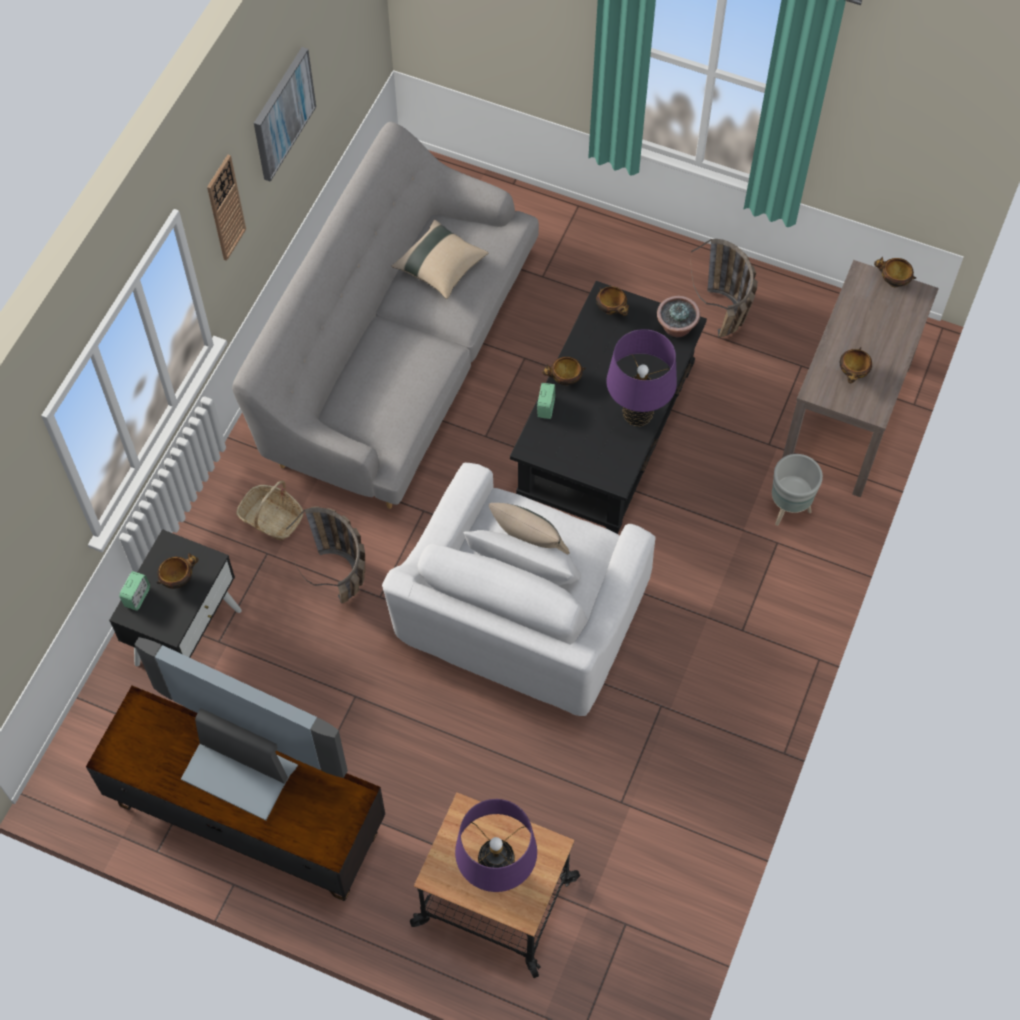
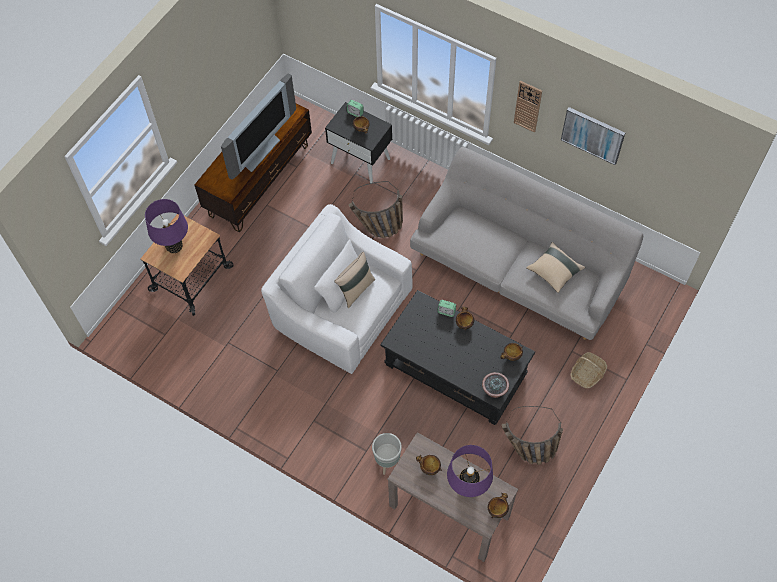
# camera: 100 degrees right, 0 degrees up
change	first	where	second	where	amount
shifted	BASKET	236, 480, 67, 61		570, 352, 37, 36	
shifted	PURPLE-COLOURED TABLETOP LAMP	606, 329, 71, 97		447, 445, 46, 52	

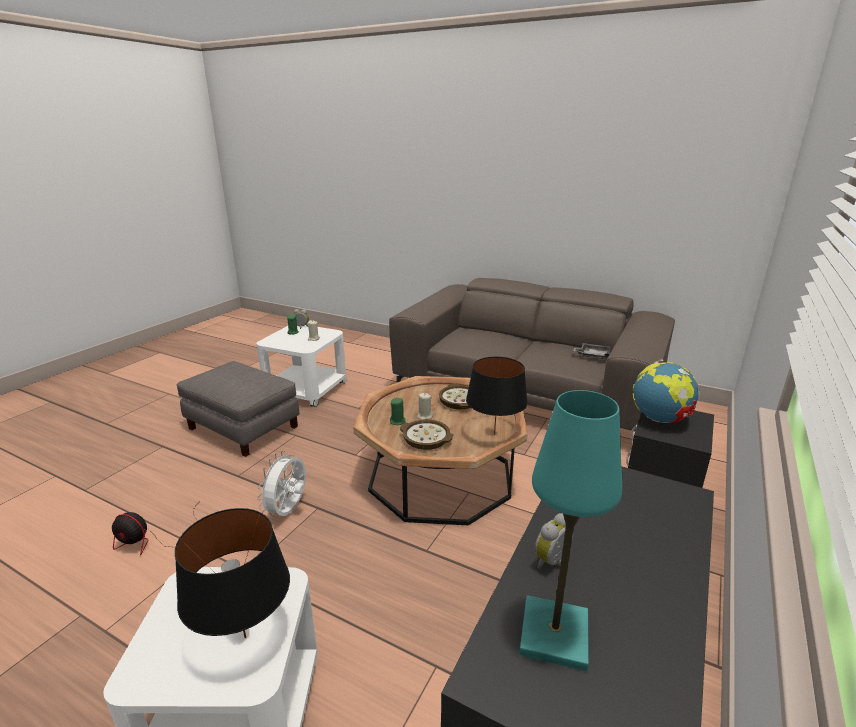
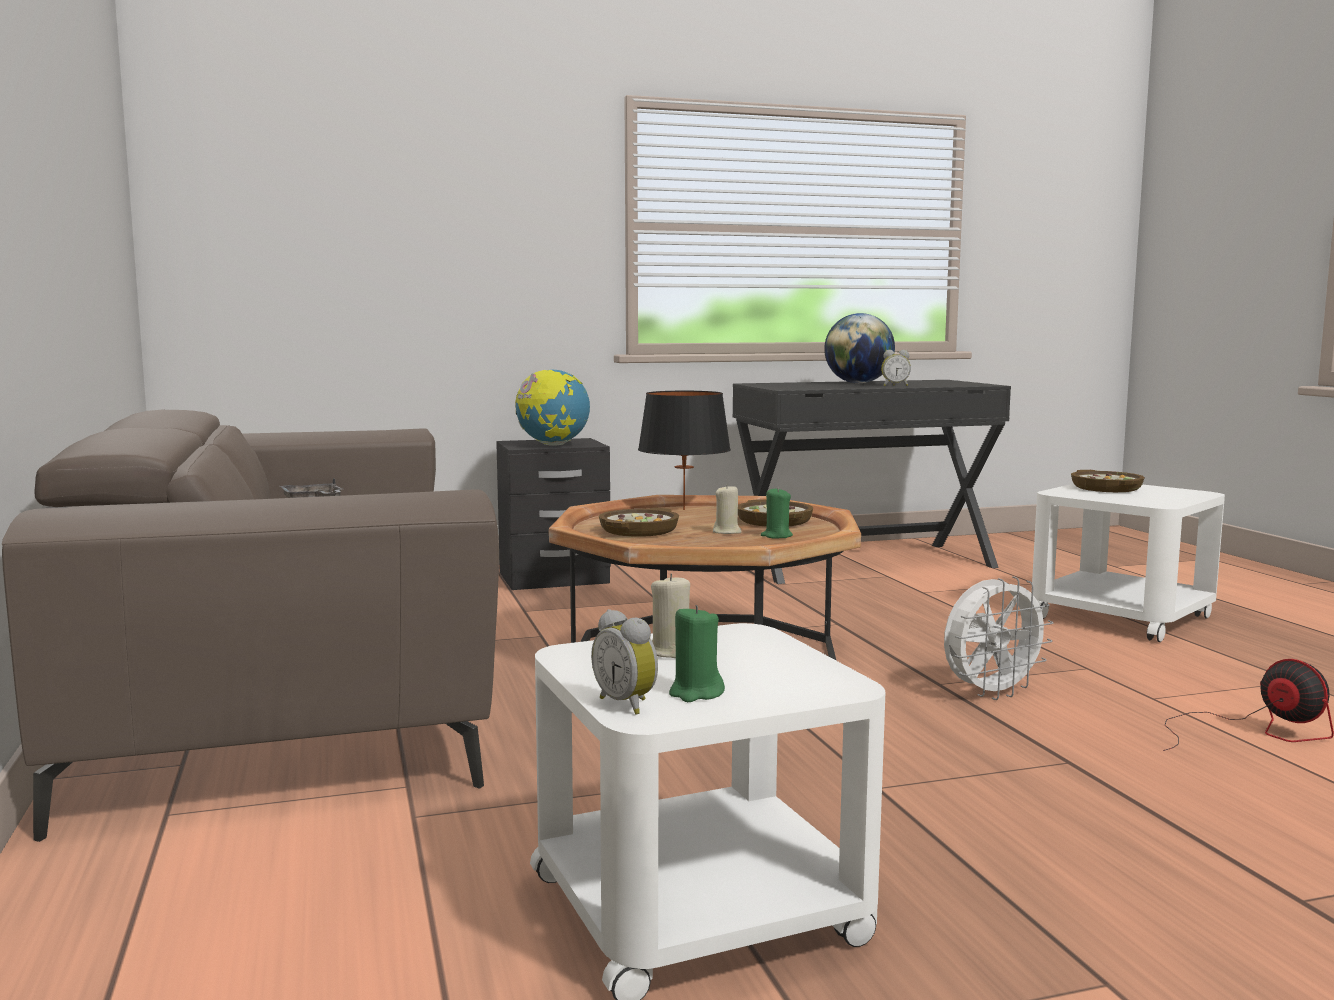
# camera: 135 degrees left, 15 degrees down
change	first	where	second	where	amount
gone	GREYISH POUFFE	176, 361, 123, 96			
gone	BLUE-GREEN TABLETOP LAMP	519, 390, 103, 281			
new			GLOBE	824, 313, 71, 70	
swapped	BLACKISH TABLETOP LAMP	175, 508, 115, 130	BOWL	1071, 470, 74, 22	

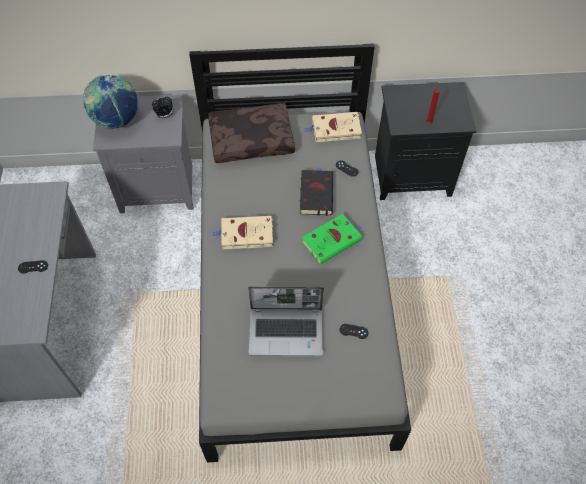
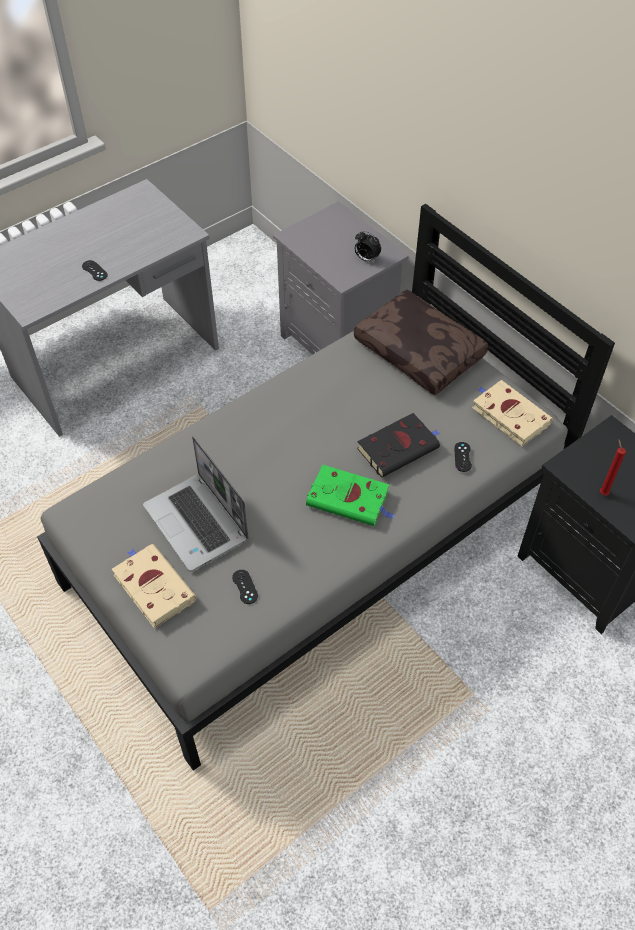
# camera: 55 degrees right, 5 degrees down
change	first	where	second	where	amount
gone	GLOBE	83, 75, 54, 55			
shifted	BEIGE BOUND BOOK	212, 216, 61, 34		112, 544, 85, 84	

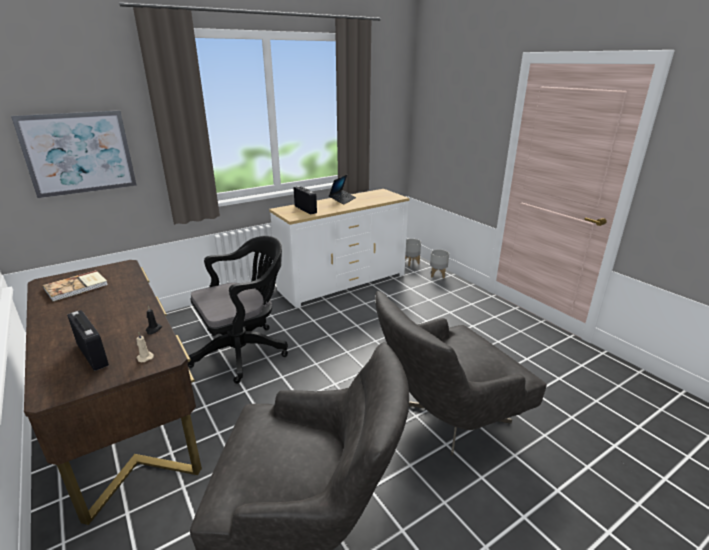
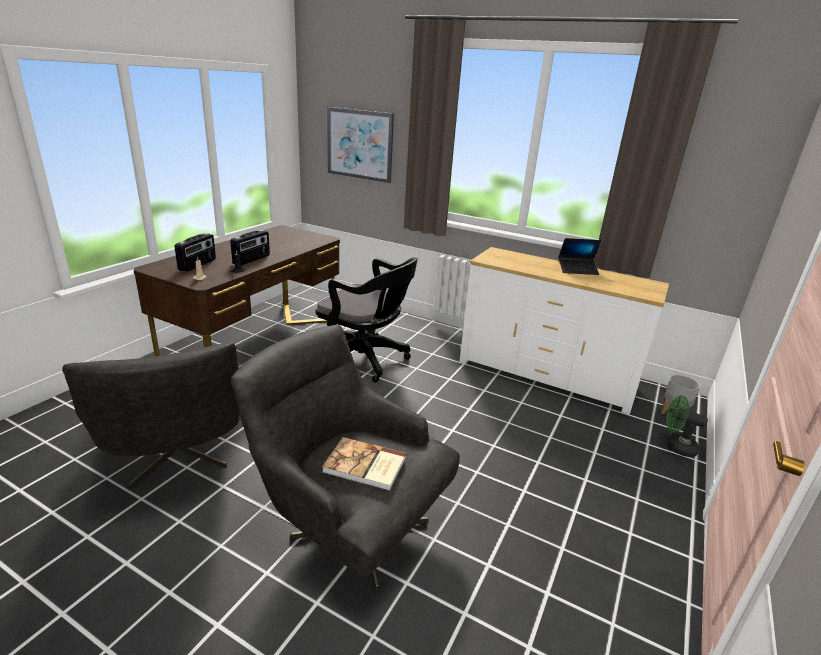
# camera: 60 degrees right, 0 degrees up
change	first	where	second	where	amount
shifted	BOUND BOOK	43, 270, 65, 31		322, 437, 85, 54	
shifted	RADIO RECEIVER	294, 186, 23, 28		230, 230, 40, 36	
swapped	GREYISH PLANTER	430, 249, 19, 30	GREENISH ELECTRIC FAN	666, 395, 42, 62	

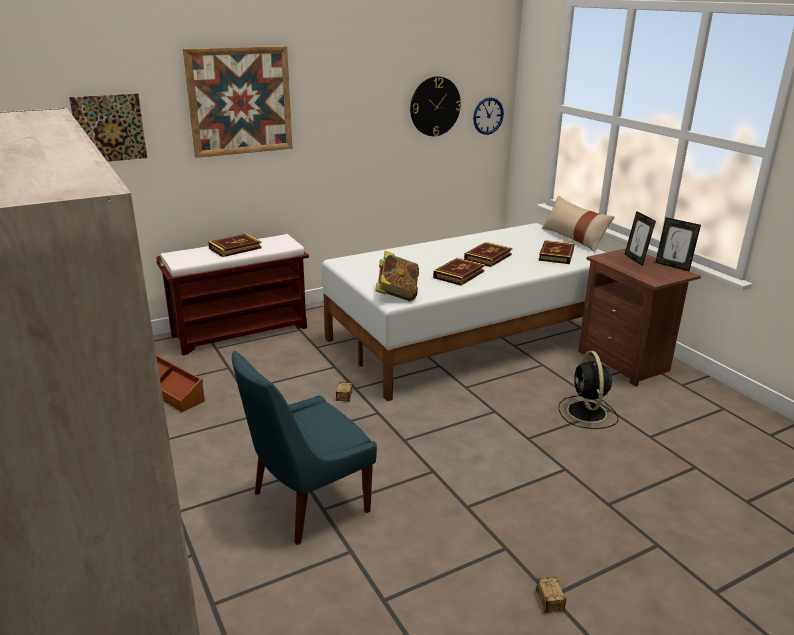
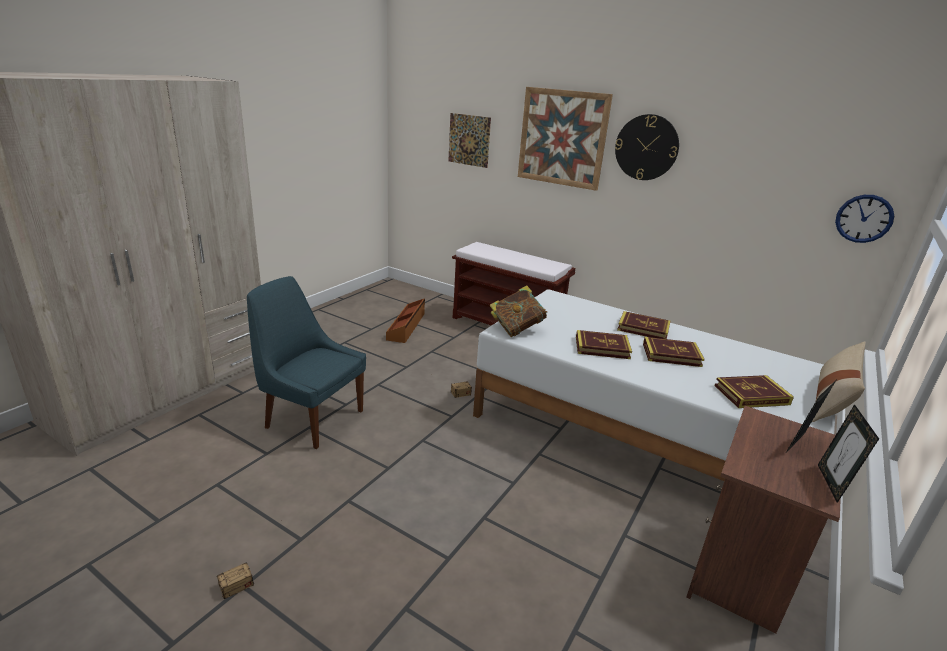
# camera: 60 degrees right, 0 degrees up
change	first	where	second	where	amount
gone	BLACKISH ELECTRIC FAN	559, 351, 59, 78			
shifted	BOUND BOOK	208, 234, 54, 23		617, 311, 54, 28	
shifted	HANGING CLOCK	410, 76, 51, 60		615, 114, 64, 66	

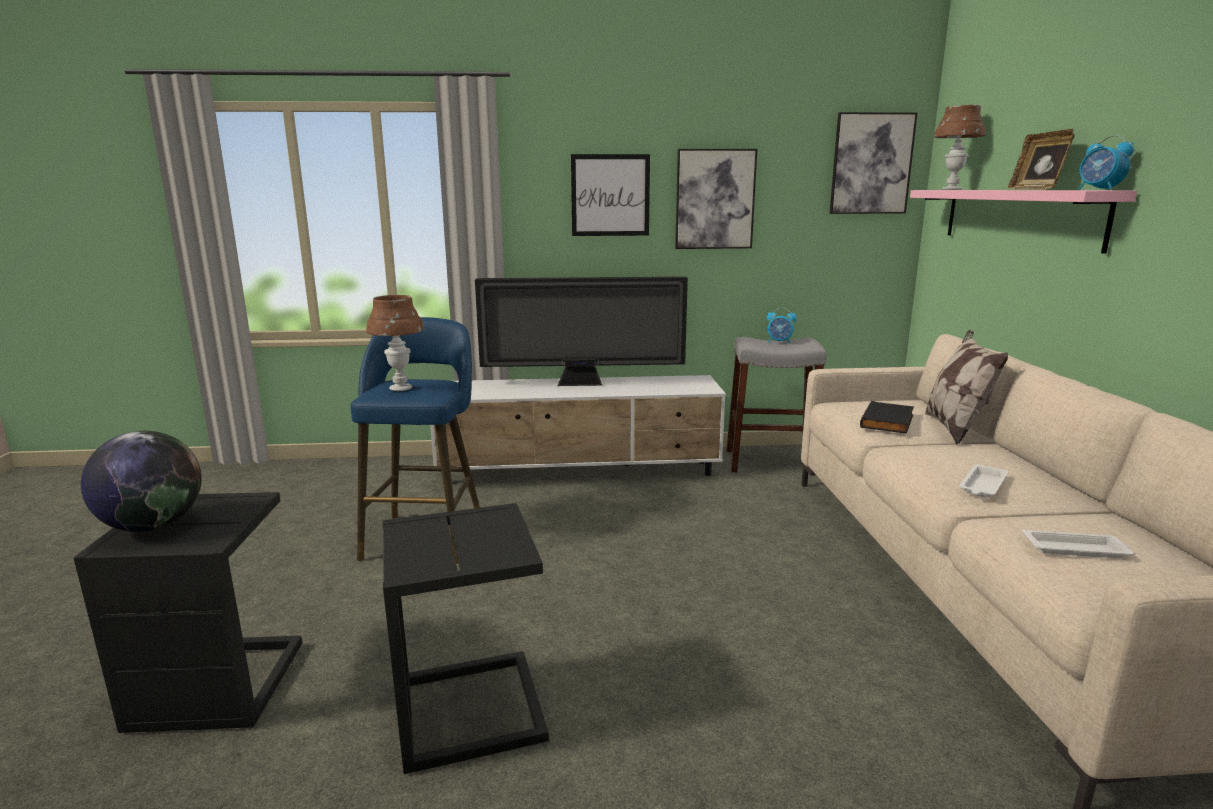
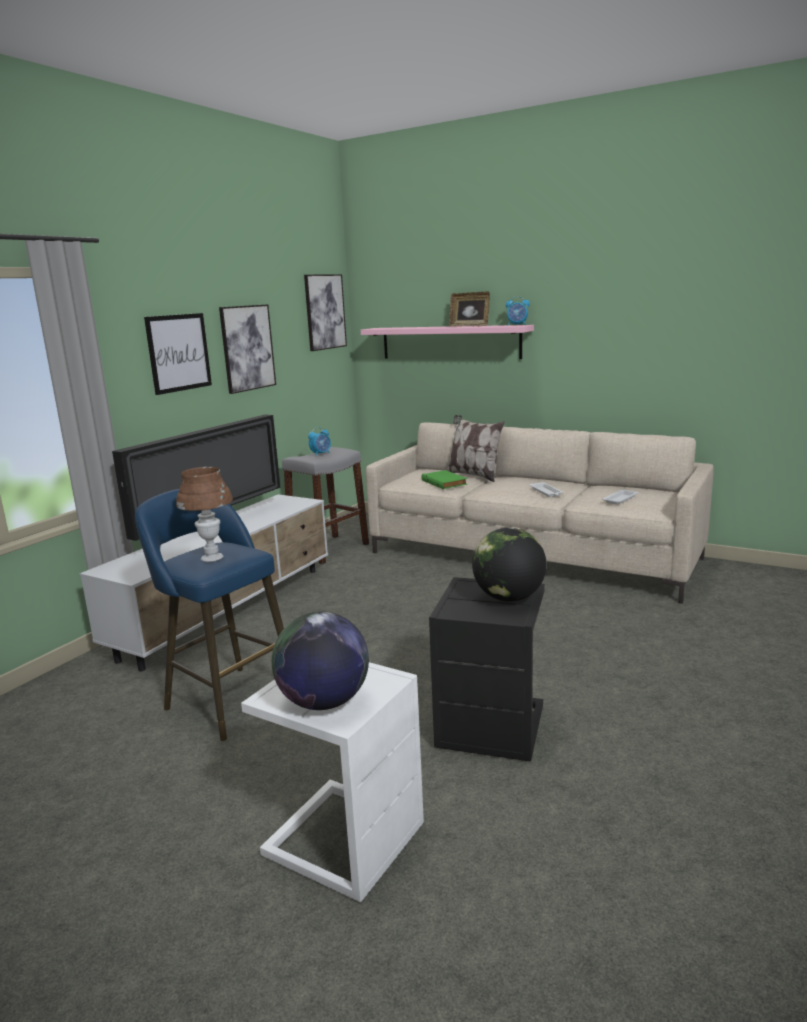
# camera: 55 degrees left, 0 degrees up
change	first	where	second	where	amount
gone	BROWNISH TABLETOP LAMP	934, 105, 52, 85			
new			GLOBE	472, 528, 75, 74	
repainted	BLACKISH END TABLE	74, 492, 228, 241	WHITISH END TABLE	241, 662, 183, 240	
repainted	BLACKISH BOUND BOOK	860, 401, 54, 33	GREENISH BOUND BOOK	422, 470, 45, 19	

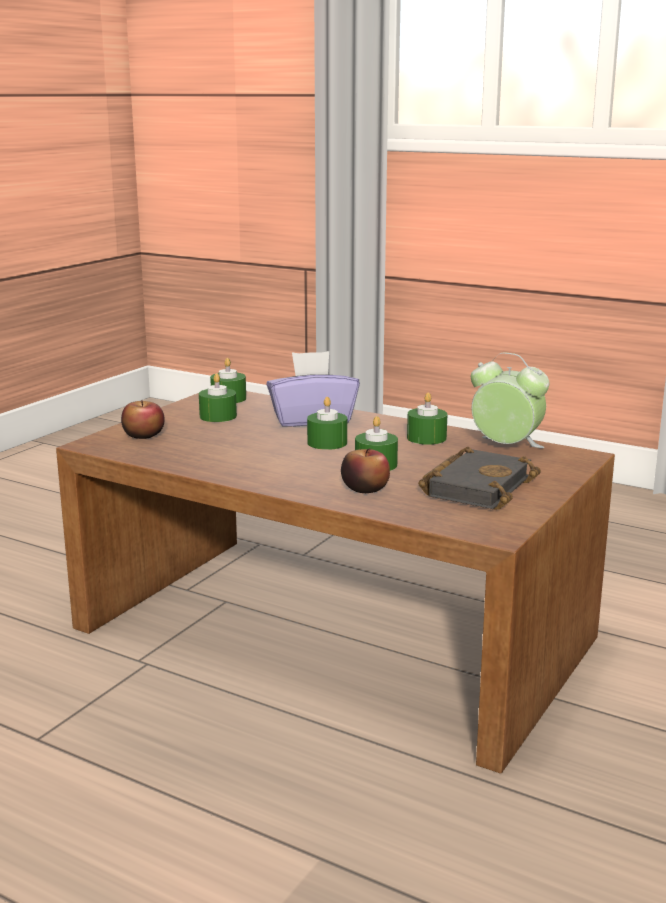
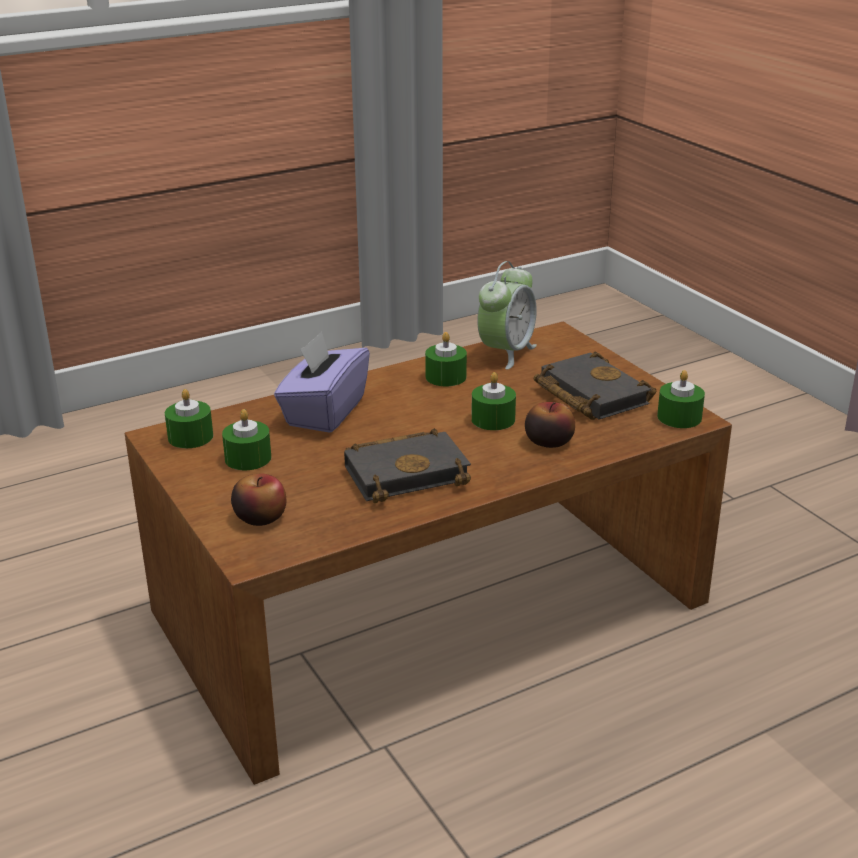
# camera: 60 degrees left, 10 degrees up
change	first	where	second	where	amount
new			BLACKISH BOUND BOOK	344, 428, 127, 75	
shifted	GREENISH WAX CANDLE	307, 397, 40, 53		657, 370, 48, 58	
rotated	BEDSIDE CLOCK	471, 353, 78, 95		477, 261, 60, 109	150 degrees clockwise

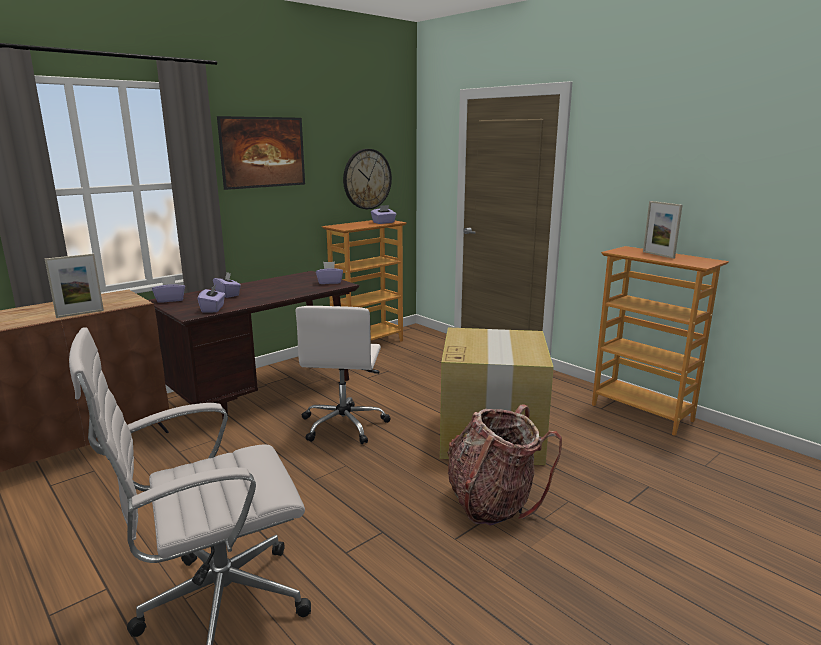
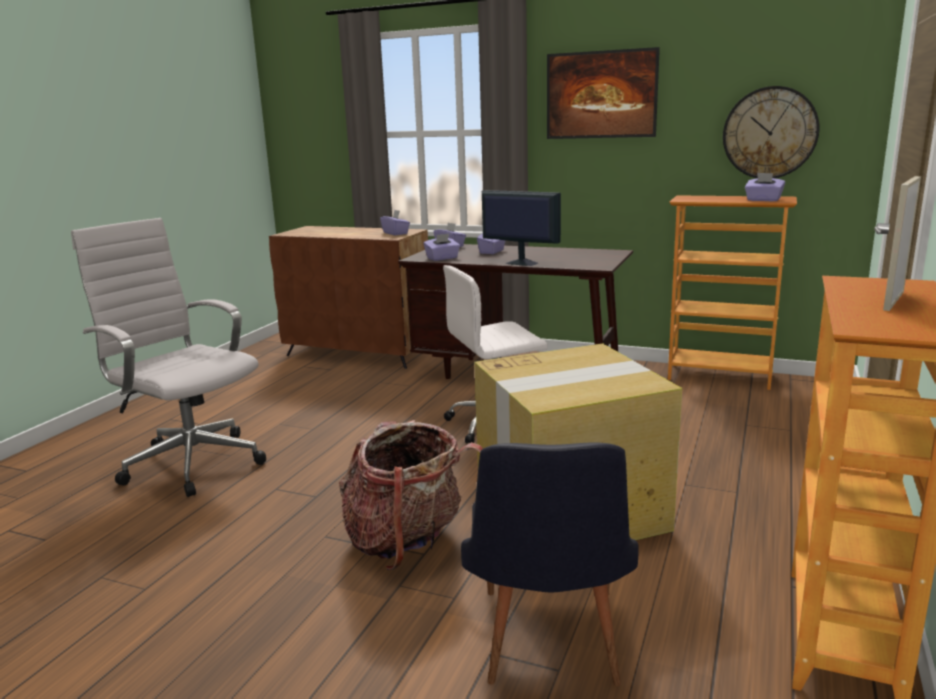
# camera: 65 degrees right, 0 degrees up
change	first	where	second	where	amount
gone	STANDING FRAME	45, 254, 59, 64			
new			BLACKISH CHAIR	461, 443, 178, 243	
new			COMPUTER DISPLAY	482, 190, 79, 76	
shifted	PURPLE-COLOURED TISSUE BOX	316, 262, 27, 22		380, 210, 30, 25	

